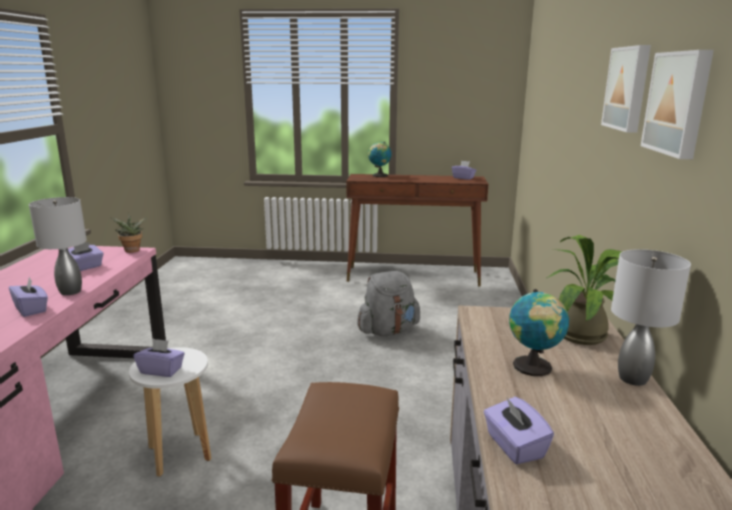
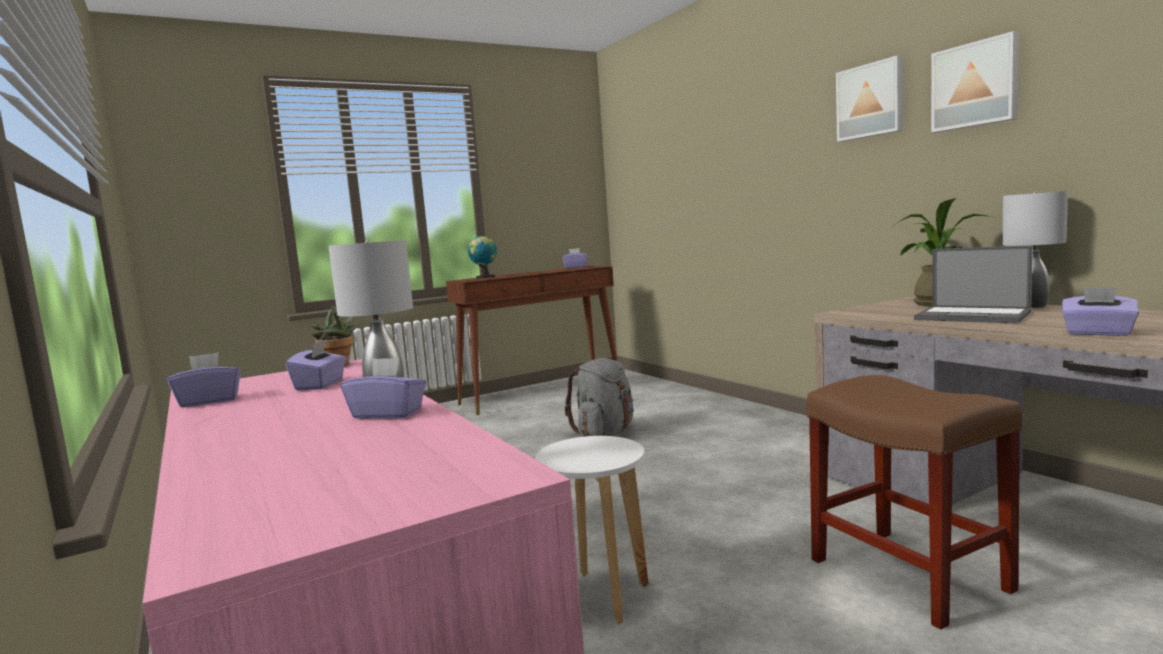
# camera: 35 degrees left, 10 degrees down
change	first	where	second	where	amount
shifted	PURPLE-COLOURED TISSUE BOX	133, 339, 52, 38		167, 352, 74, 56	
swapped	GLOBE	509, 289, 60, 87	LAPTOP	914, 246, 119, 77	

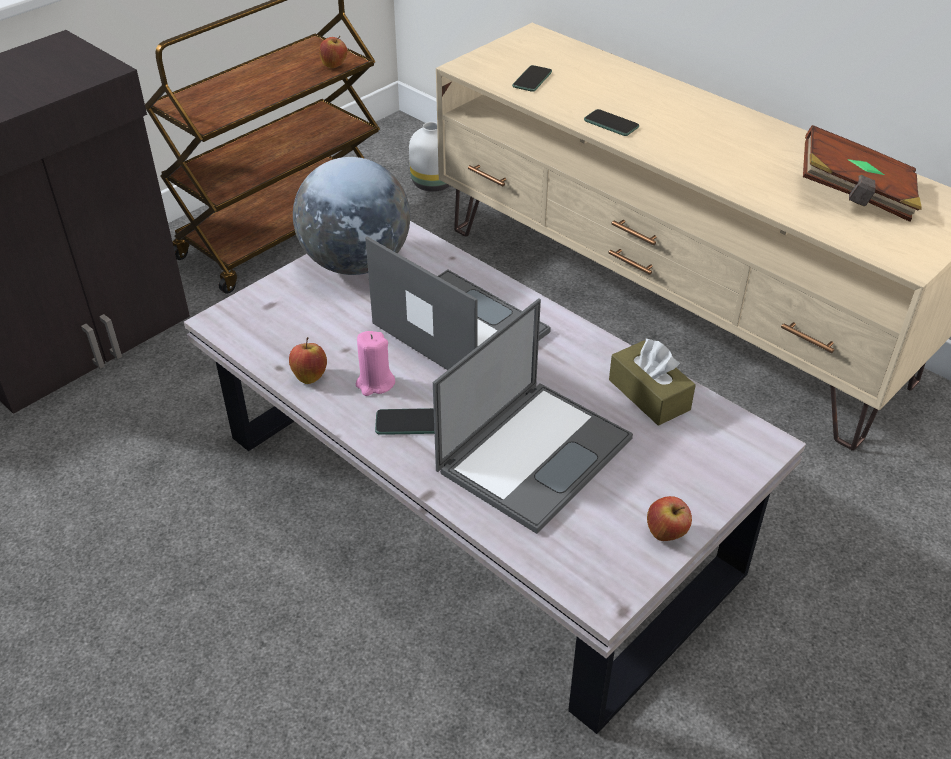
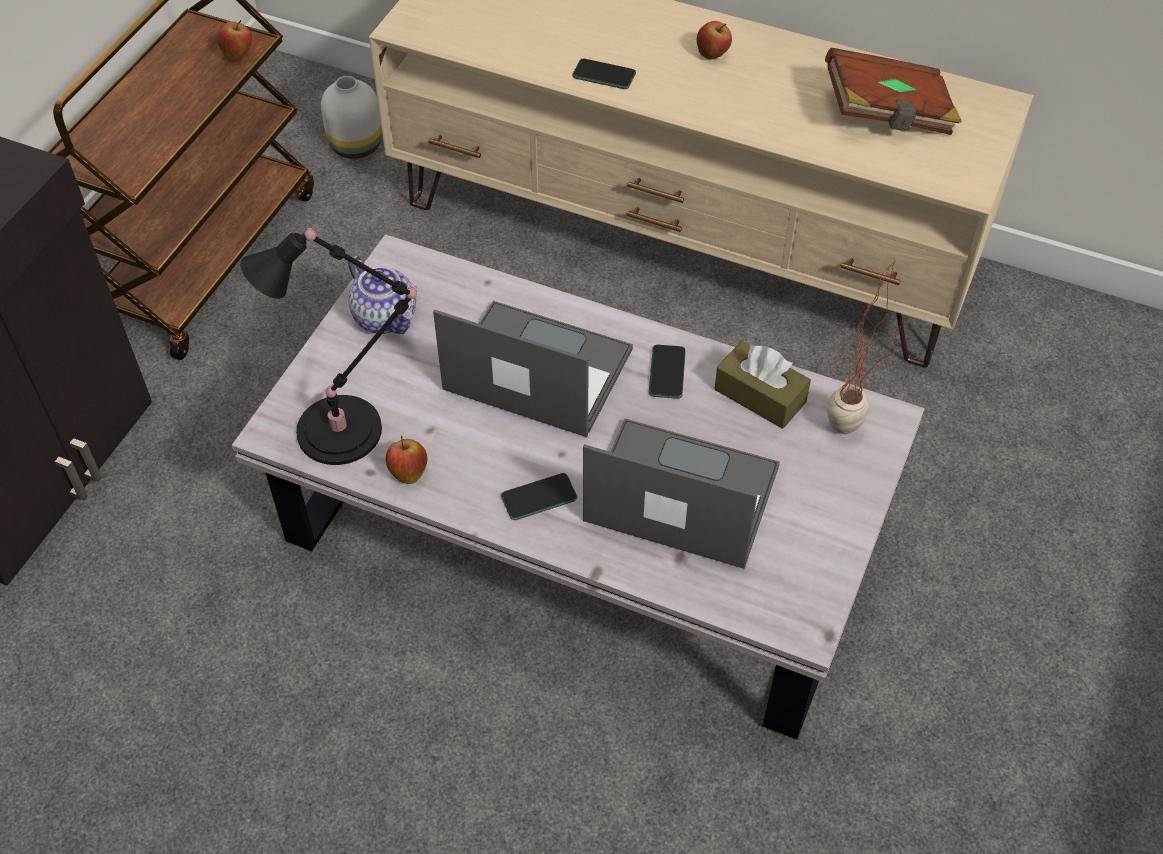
# camera: 20 degrees left, 10 degrees up
change	first	where	second	where	amount
gone	PINK-COLOURED WAX CANDLE	356, 331, 39, 65			
new			BLACKISH TABLETOP LAMP	240, 225, 178, 240	
new			POTTED PLANT	827, 260, 77, 174	
shifted	PHONE	512, 65, 40, 27		649, 345, 37, 54	
shifted	APPLE	647, 496, 45, 45		696, 21, 36, 39	
swapped	GLOBE	293, 157, 117, 118	TEA POT	348, 256, 68, 78	
rotated	LAPTOP	433, 298, 200, 236		583, 419, 197, 150	90 degrees counterclockwise

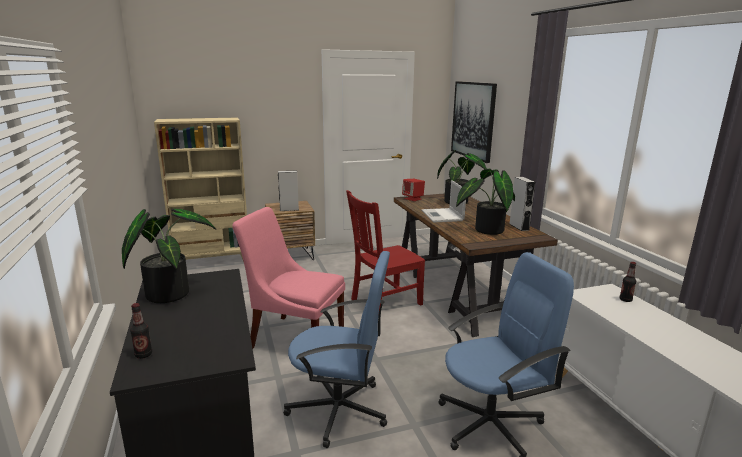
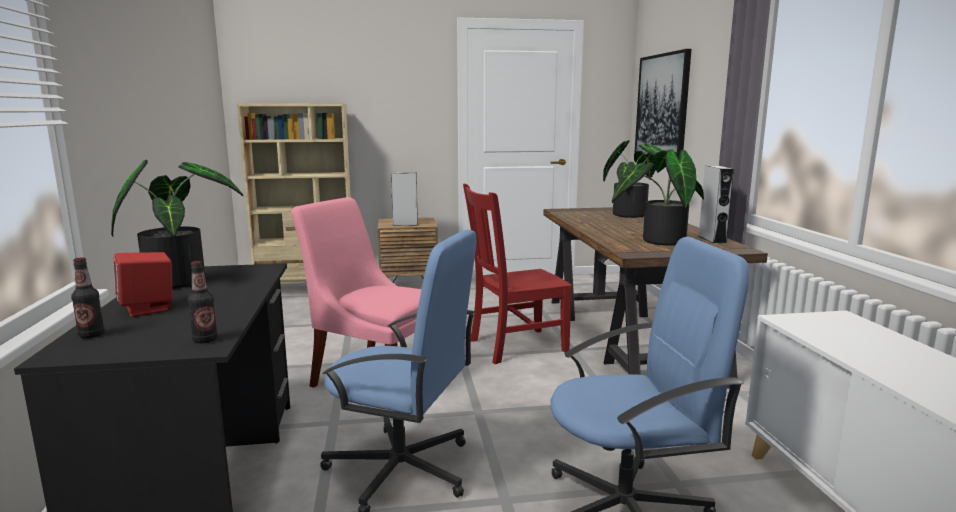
# camera: 10 degrees right, 5 degrees down
change	first	where	second	where	amount
gone	LAPTOP	422, 180, 44, 42			
shifted	RED LOUDSPEAKER	402, 179, 23, 22		114, 252, 59, 65	
shifted	BEVERAGE BOTTLE	620, 262, 16, 40		188, 261, 30, 82	

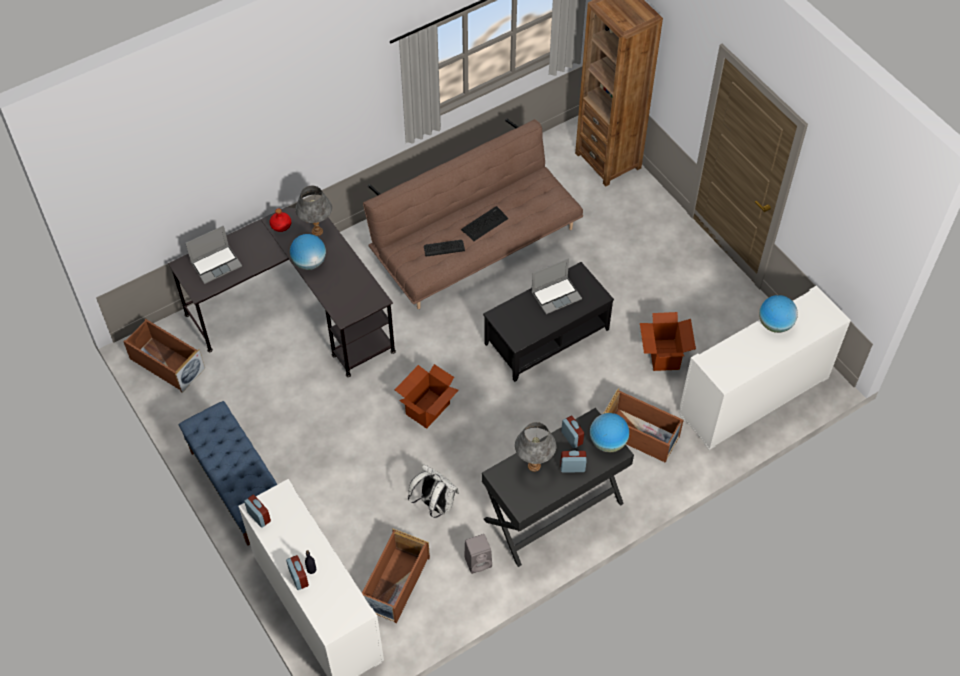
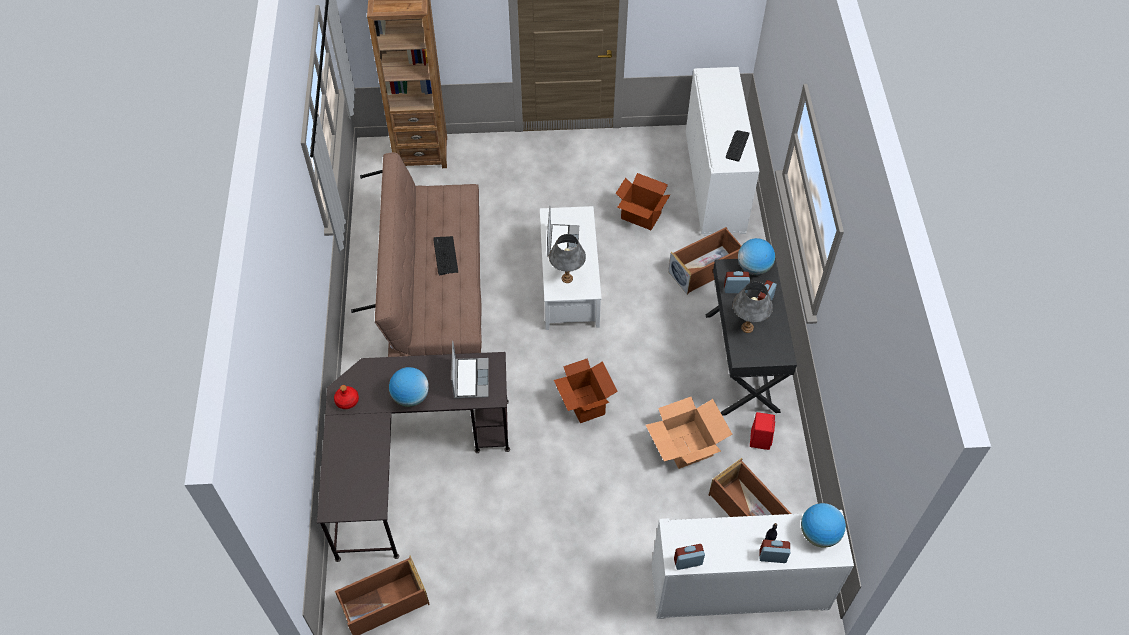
# camera: 60 degrees left, 0 degrees up
change	first	where	second	where	amount
gone	BLUE LONG SEAT	179, 401, 98, 145			
shifted	LAPTOP	186, 226, 56, 58		451, 341, 38, 57	
shifted	GREYISH TABLETOP LAMP	295, 186, 37, 50		549, 234, 37, 49	
shifted	PC KEYBOARD	424, 240, 41, 17		726, 130, 23, 32	
shifted	GLOBE	759, 295, 39, 38		801, 503, 45, 45	
swapped	WHITISH BACKPACK	408, 464, 51, 54	CARDBOARD BOX	646, 397, 86, 72	
repainted	GREYISH LOUDSPEAKER	464, 534, 28, 40	RED LOUDSPEAKER	750, 412, 25, 38	
repainted	BLACKISH LOW TABLE	483, 262, 131, 120	WHITISH LOW TABLE	540, 206, 62, 124	

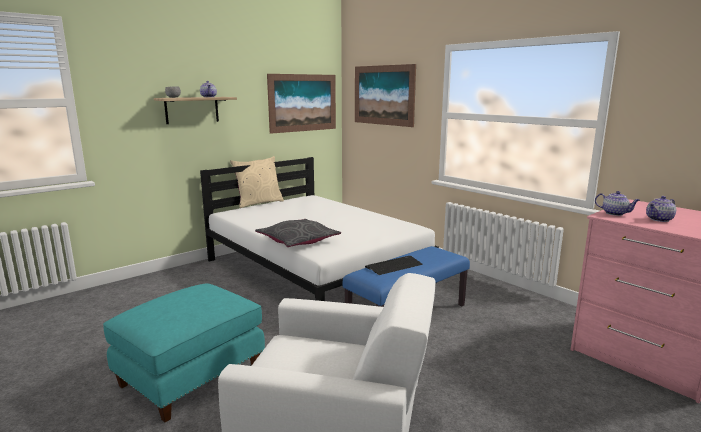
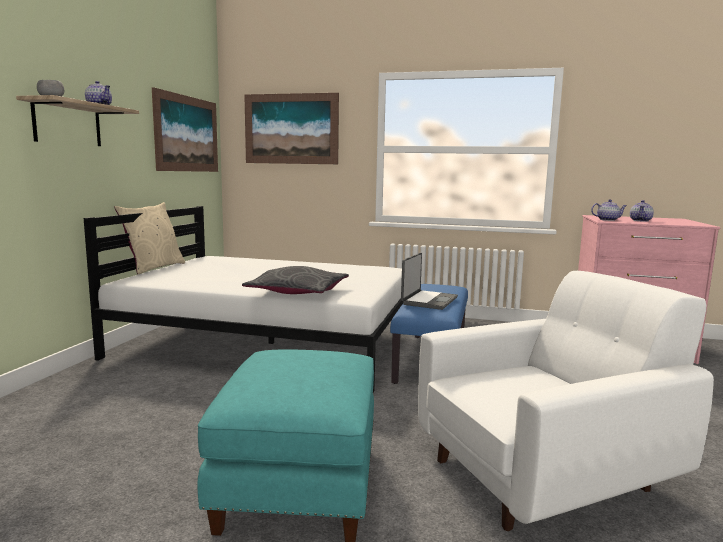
# camera: 35 degrees left, 5 degrees down
change	first	where	second	where	amount
swapped	PC KEYBOARD	365, 256, 58, 19	LAPTOP	401, 253, 57, 57	

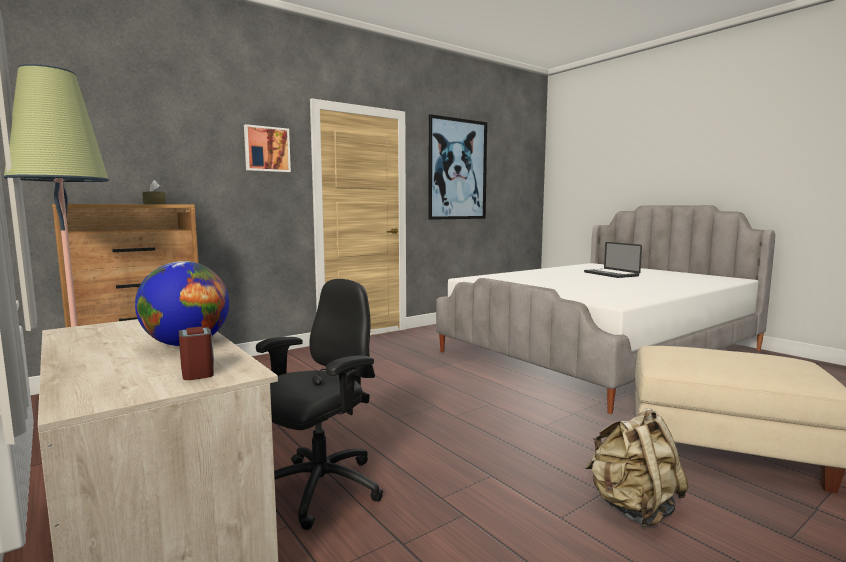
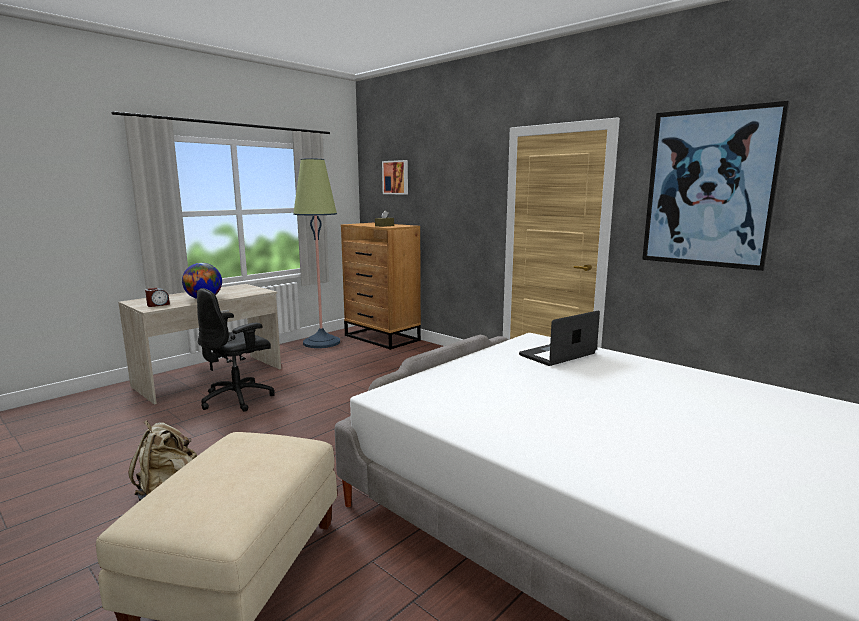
# camera: 80 degrees right, 5 degrees up
change	first	where	second	where	amount
shifted	PICTURE	244, 124, 47, 48		382, 160, 26, 34	
shifted	LAPTOP	584, 242, 58, 36		519, 311, 81, 55	
rotated	BLACKISH DESK CHAIR	256, 279, 127, 251		197, 288, 78, 124	105 degrees clockwise

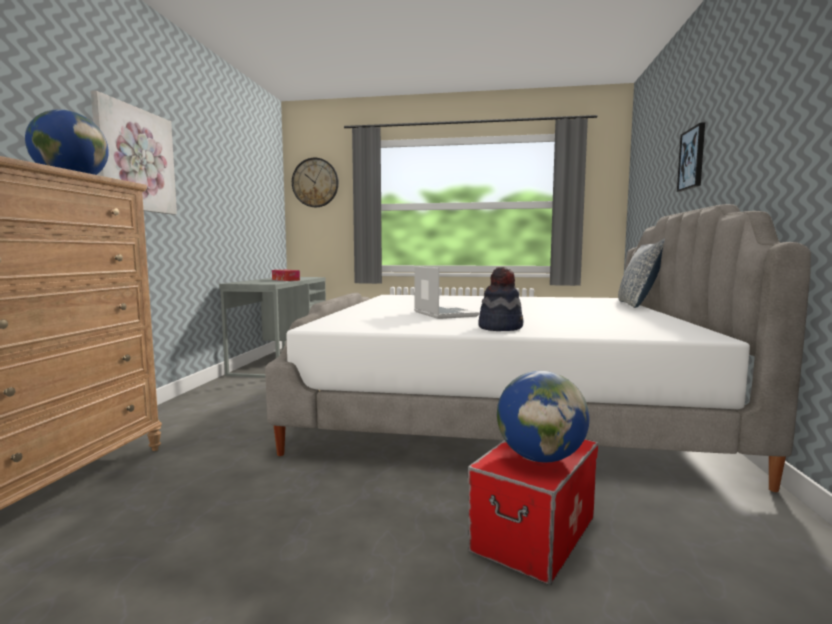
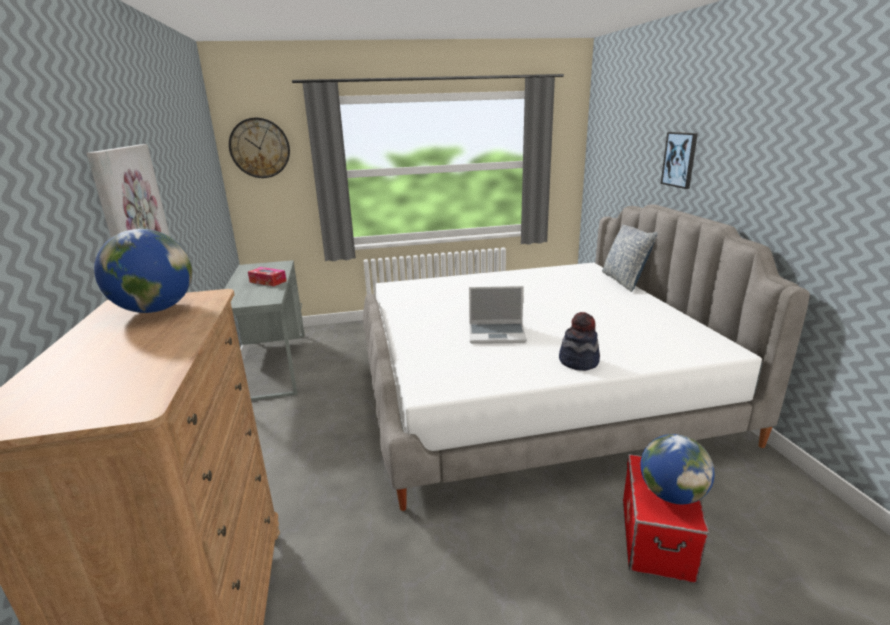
# camera: 20 degrees left, 15 degrees up
change	first	where	second	where	amount
rotated	LAPTOP	414, 266, 65, 53		469, 286, 58, 58	135 degrees clockwise

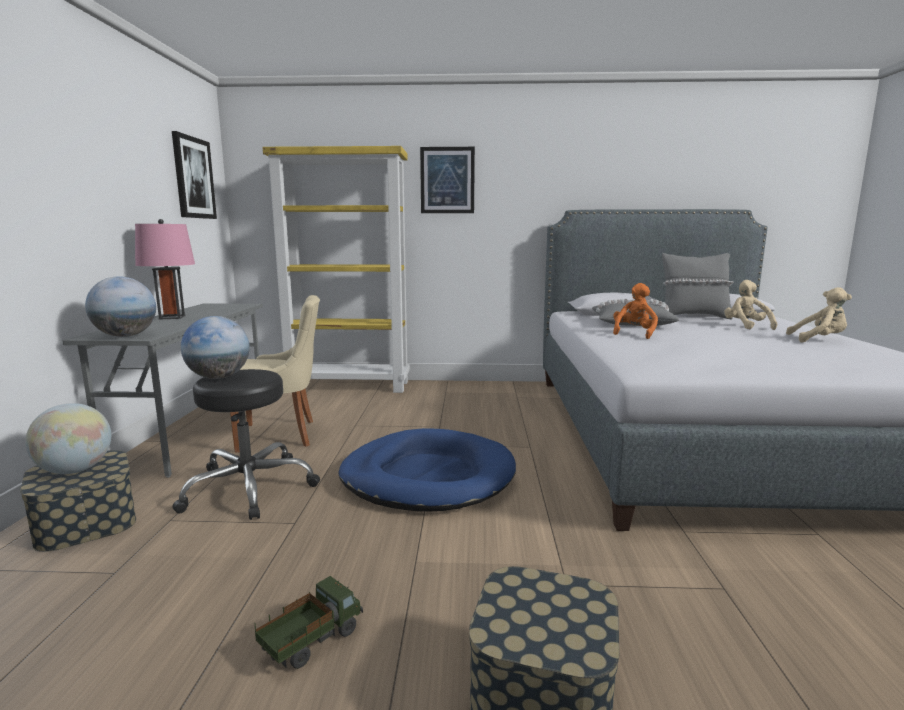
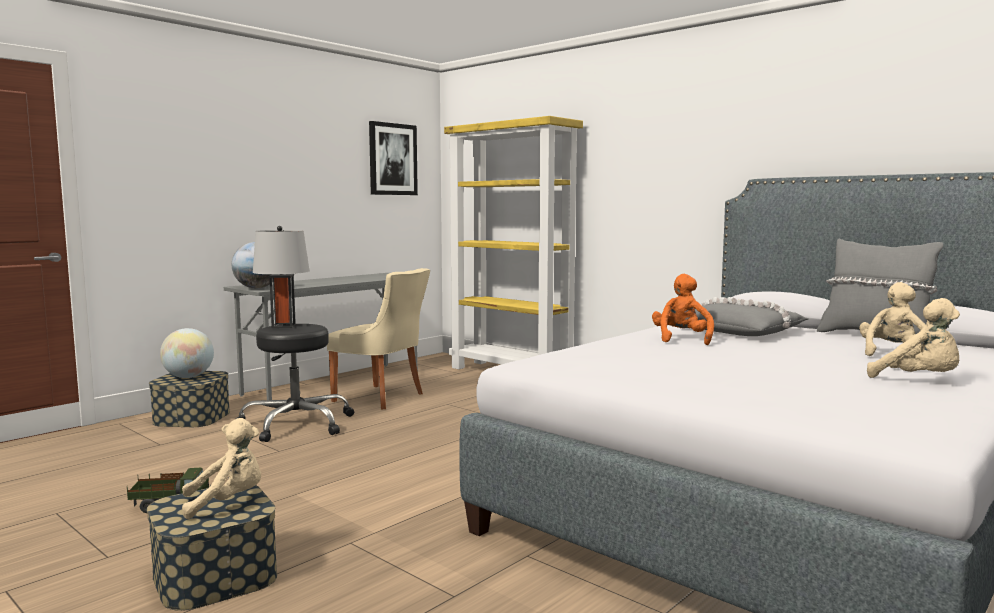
# camera: 40 degrees right, 5 degrees down
change	first	where	second	where	amount
gone	PINK-COLOURED TABLETOP LAMP	135, 219, 60, 101			
gone	BLUE PET BED	338, 428, 178, 84			
gone	PICTURE	420, 147, 55, 66			
new			BEIGE CUDDLY TOY	182, 418, 79, 101	
swapped	GLOBE	181, 316, 69, 63	GREYISH TABLETOP LAMP	253, 226, 57, 102	
rotated	ORANGEY CUDDLY TOY	613, 283, 45, 56		652, 274, 62, 71	60 degrees counterclockwise

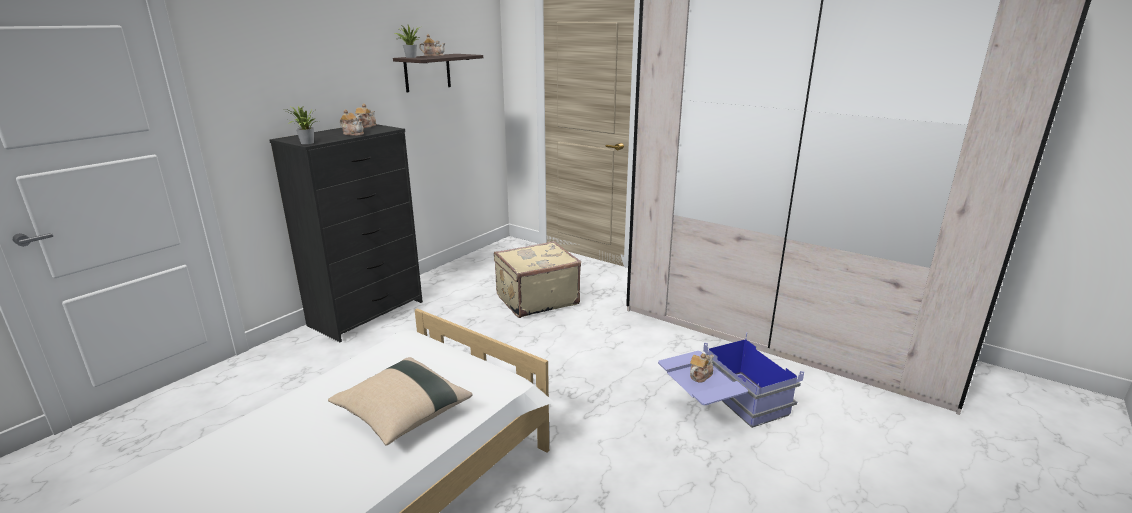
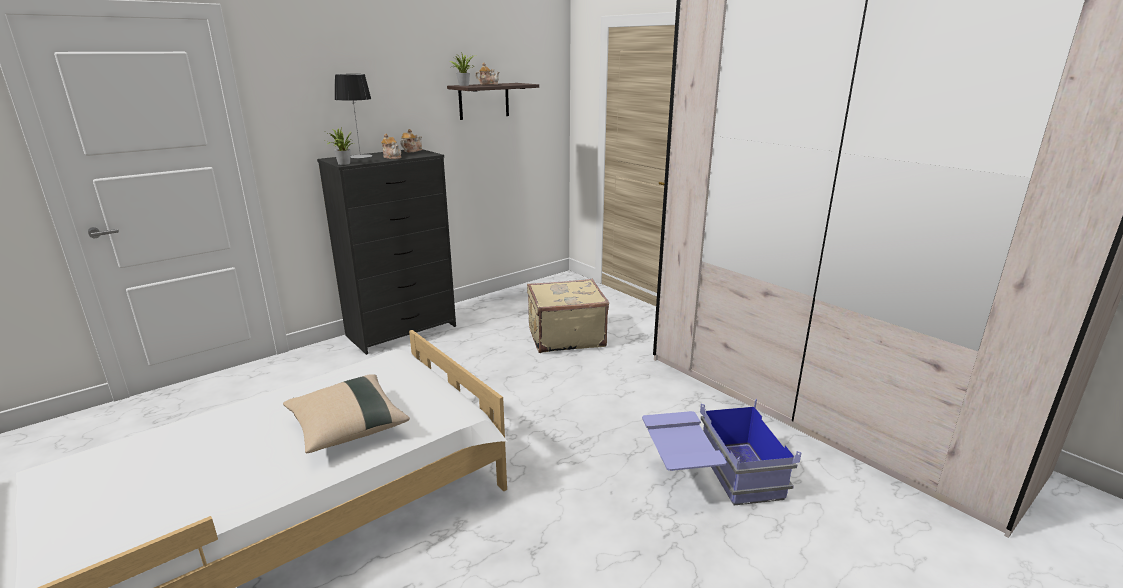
# camera: 15 degrees right, 0 degrees up
change	first	where	second	where	amount
gone	TEA POT	690, 353, 24, 30			
new			TABLETOP LAMP	334, 74, 38, 85	

